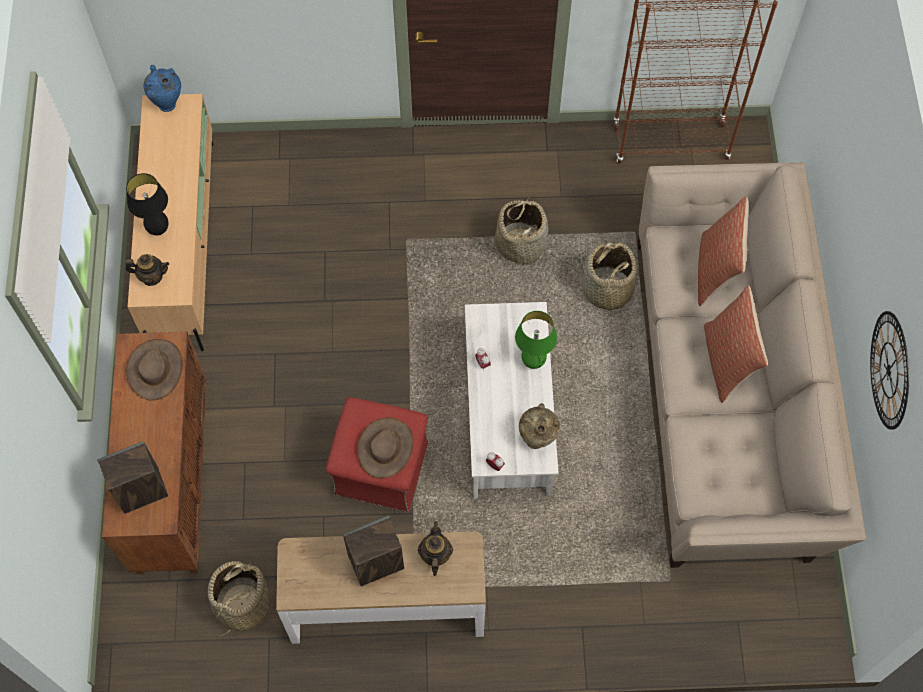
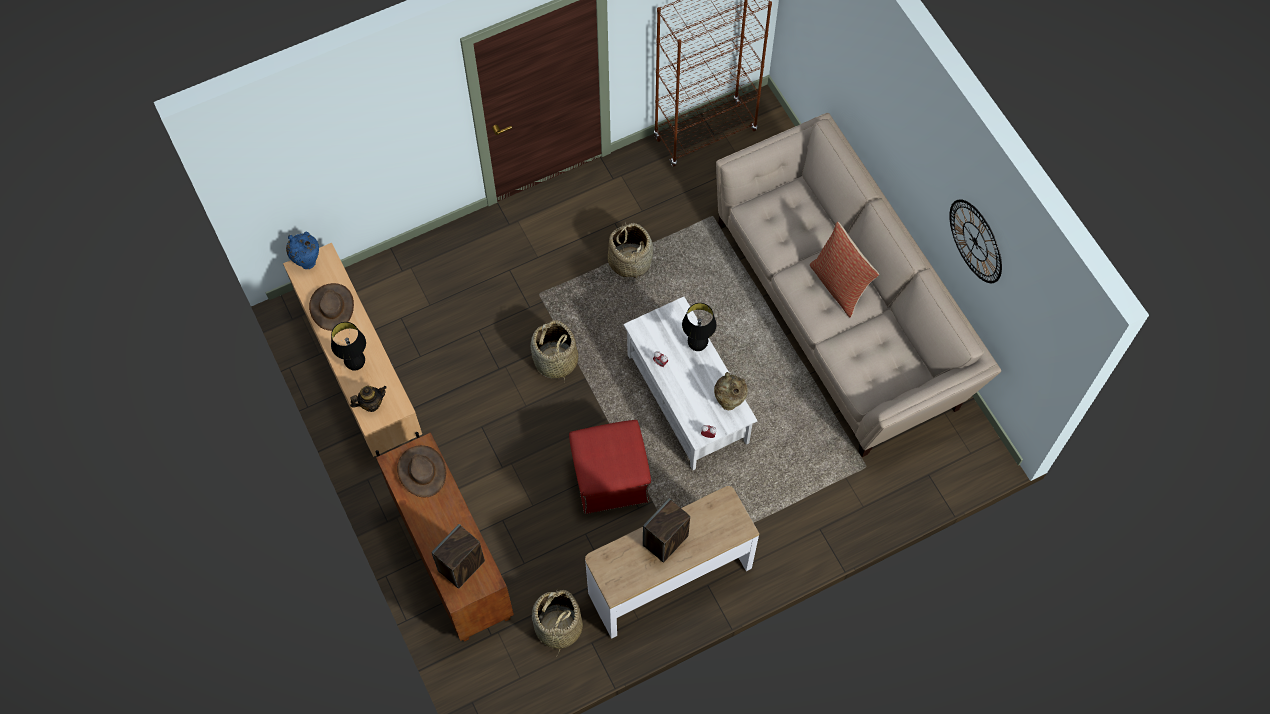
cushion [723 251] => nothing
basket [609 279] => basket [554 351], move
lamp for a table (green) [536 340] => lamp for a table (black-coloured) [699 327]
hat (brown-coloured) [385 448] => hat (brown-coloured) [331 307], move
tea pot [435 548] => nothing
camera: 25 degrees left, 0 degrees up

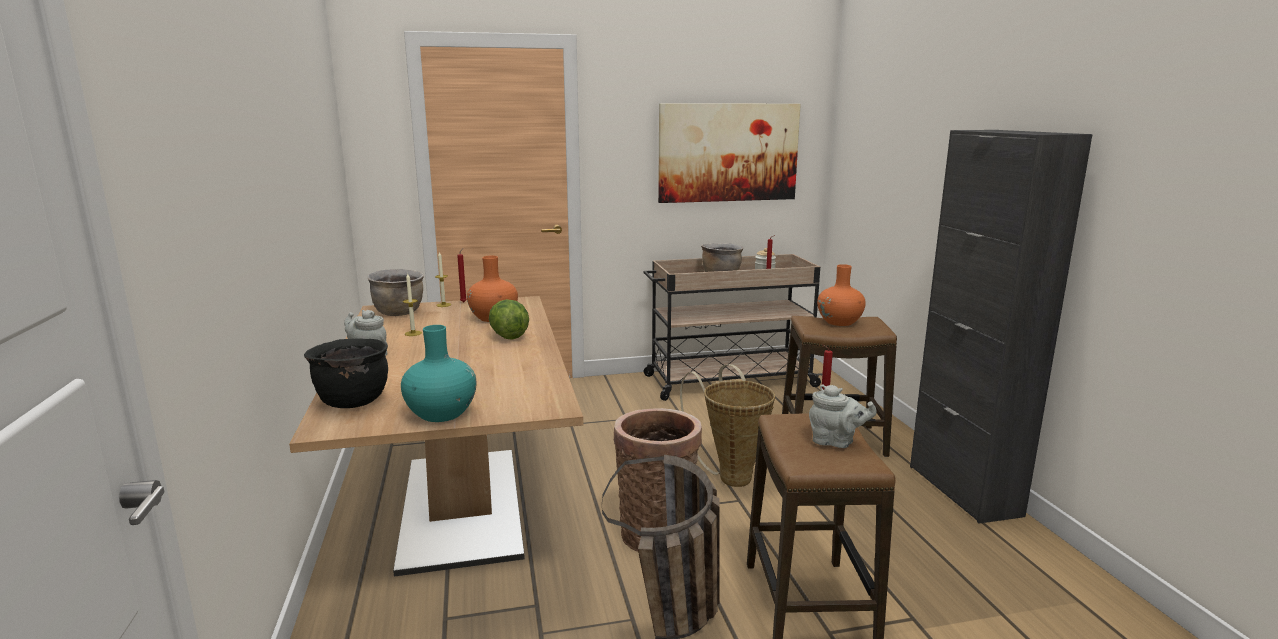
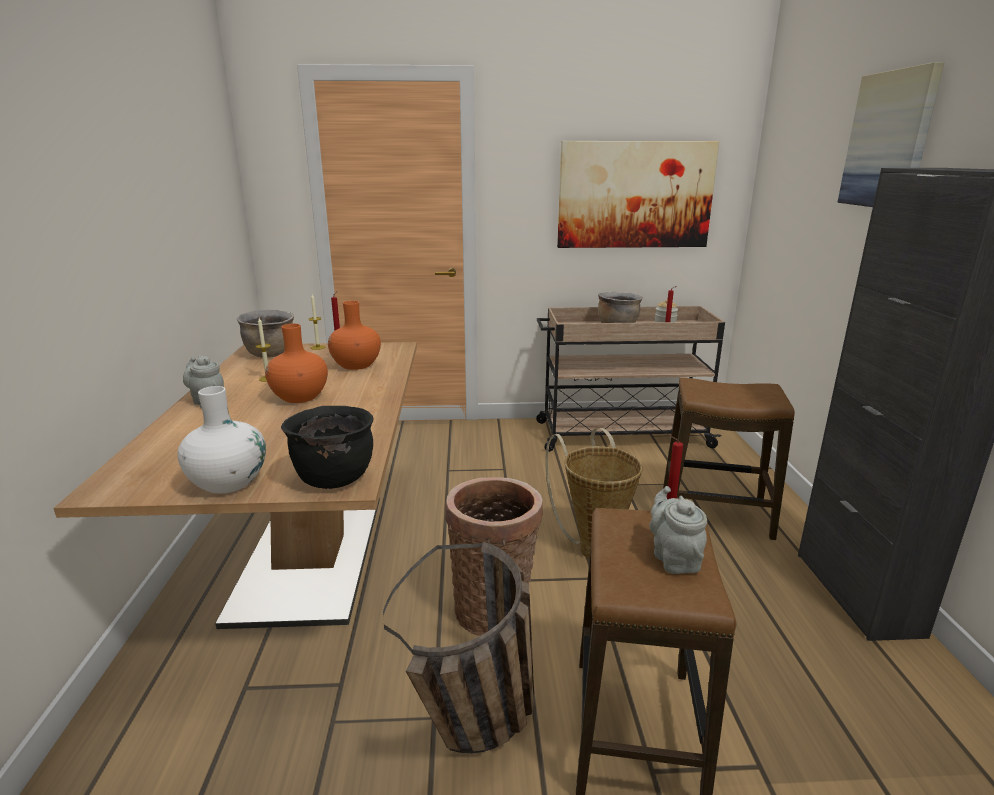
flower vase (orange-coloured) [841 295] => flower vase (orange-coloured) [296 363], move
lettuce [509 319] => nothing
flower vase (turquoise-coloured) [438 373] => flower vase (white-coloured) [222 440]
saucepot (black-coloured) [346 373] => saucepot (black-coloured) [327 447], move
tea pot (grey) [843 416] => tea pot (grey) [678 530], 135 degrees counterclockwise
nothing => wall art [890 134]
camera: 10 degrees right, 5 degrees up

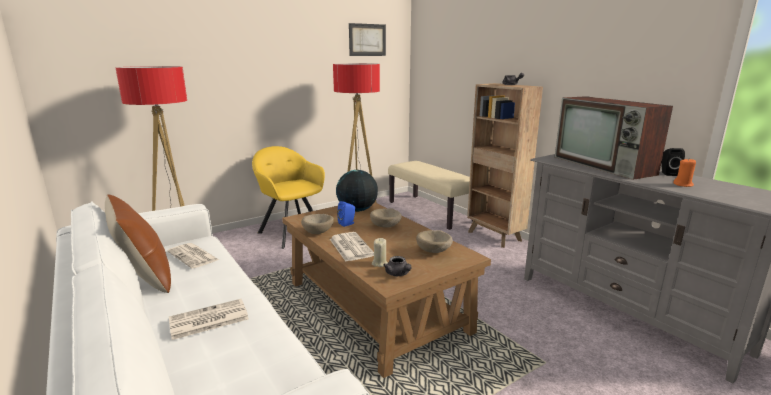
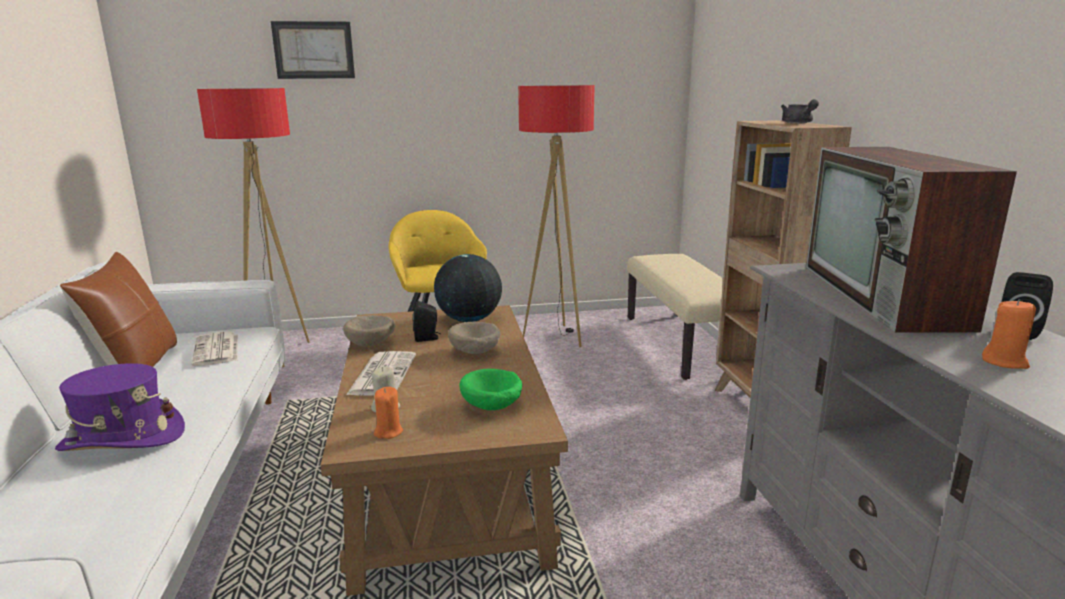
wall art [367 39] => wall art [313 50], move
loudspeaker (bluish) [346 214] => loudspeaker (black-coloured) [427 321]
bowl (beige) [434 241] => bowl (green) [490 389]
tea pot (grey) [397 266] => wax light (orange-coloured) [388 413]
newspaper [209 319] => hat (purple-coloured) [120 407]
camera: 25 degrees right, 0 degrees up

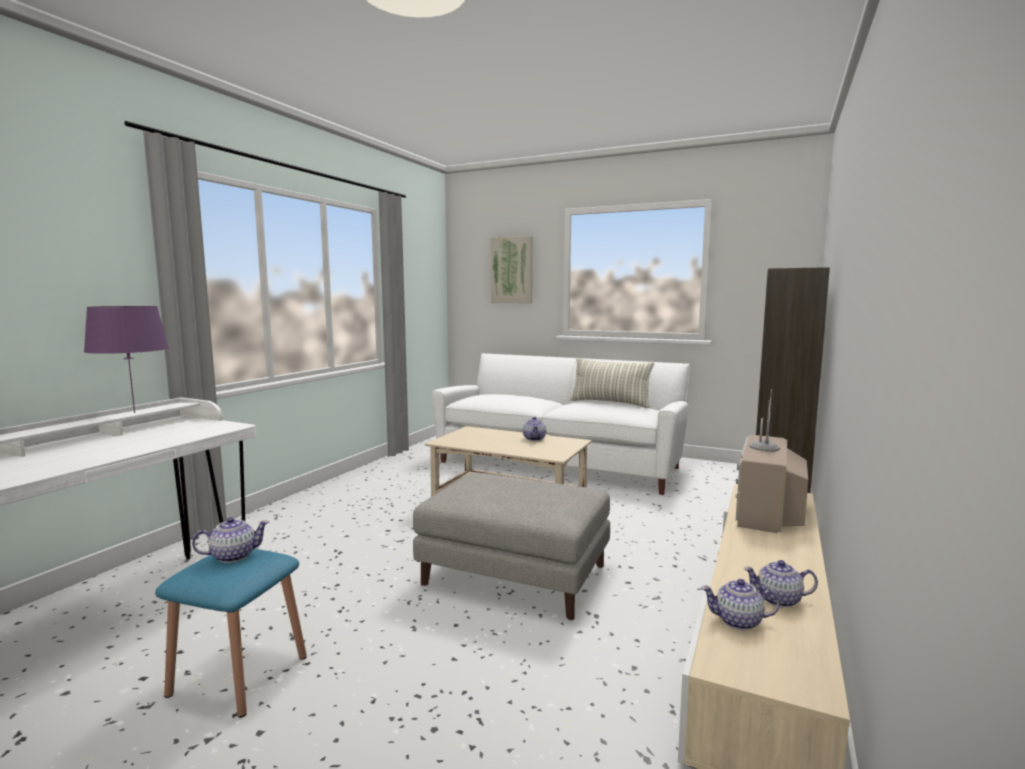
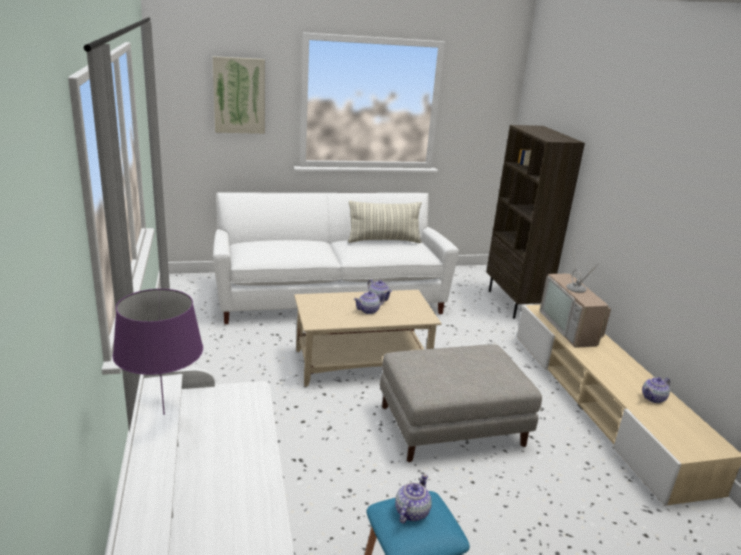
tea pot [740 604] => tea pot [369 302], move
camera: 40 degrees left, 15 degrees up

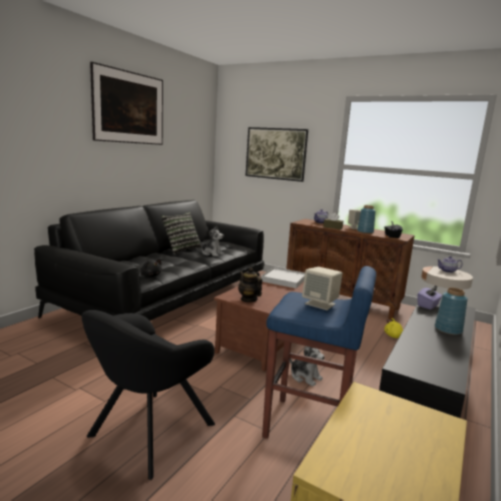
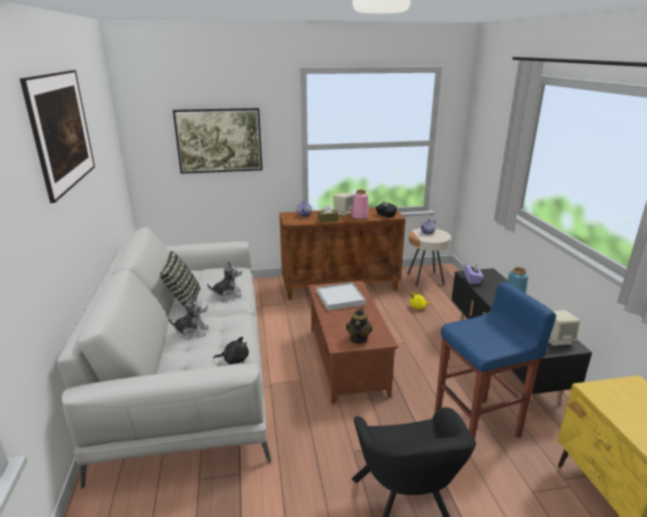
sofa (black-coloured) [149 260] => sofa (white-coloured) [164 358]
flower vase (bluish) [366 219] => flower vase (pink) [360 204]
tea pot [250 284] => tea pot [359 326], 90 degrees clockwise
loudspeaker (beige) [322 288] => loudspeaker (beige) [564 328], move
cuddly toy [307 366] => cuddly toy [188 316], move
camera: 40 degrees left, 10 degrees up

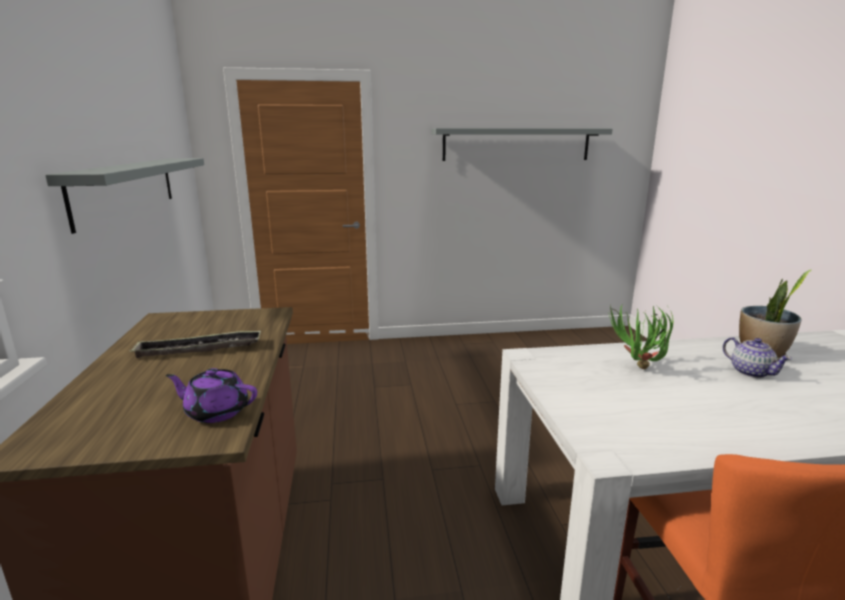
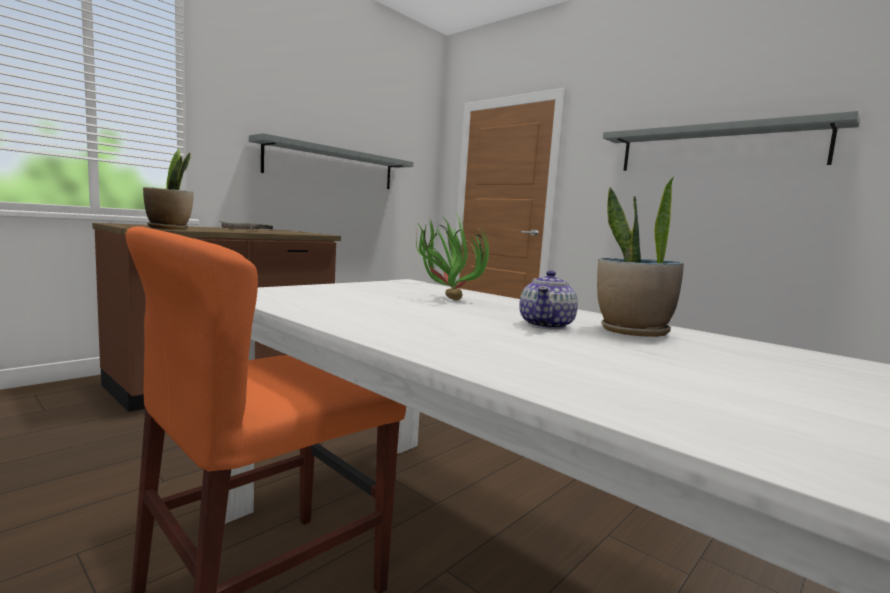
tea pot (purple-coloured) [211 395] => plant in a pot [168 189]
camera: 50 degrees right, 10 degrees down

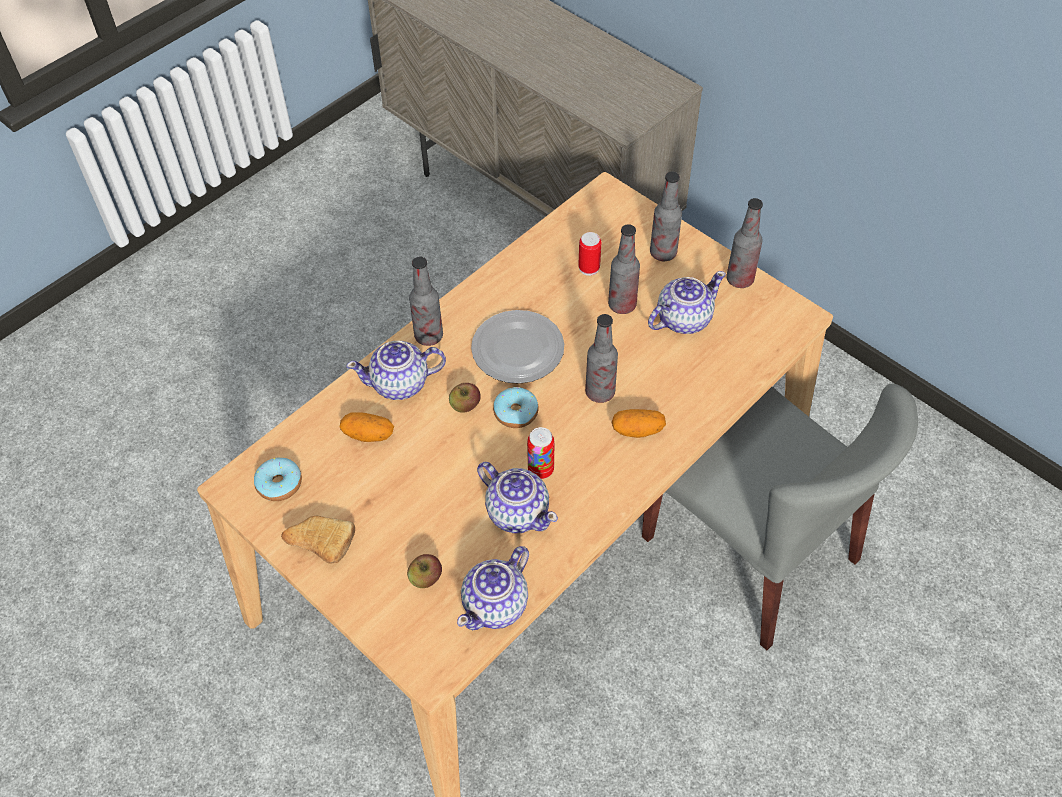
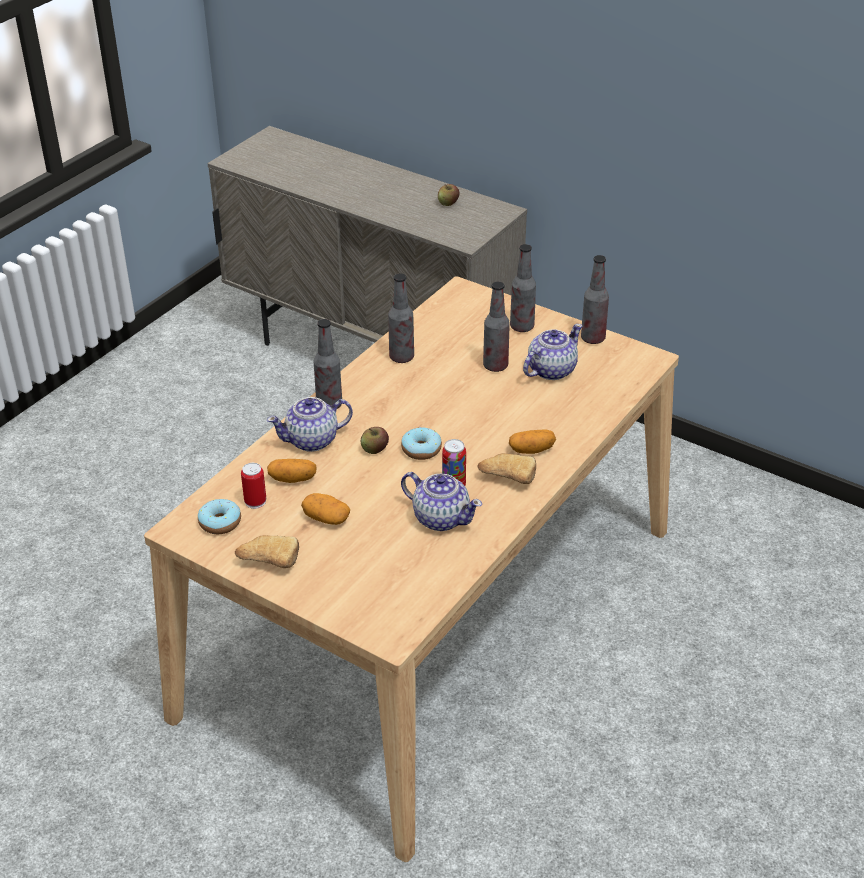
sealed can [589 254] => sealed can [253 486], move
plate [517 347] => nothing
drink bottle [601 358] => drink bottle [401 318], move
upright chair (grey) [780 517] => nothing
tea pot [493 588] => nothing
apple [424 571] => apple [448 195], move
nothing => bakery bread [506 468]
nothing => potato [325 509]
camera: 10 degrees left, 15 degrees down

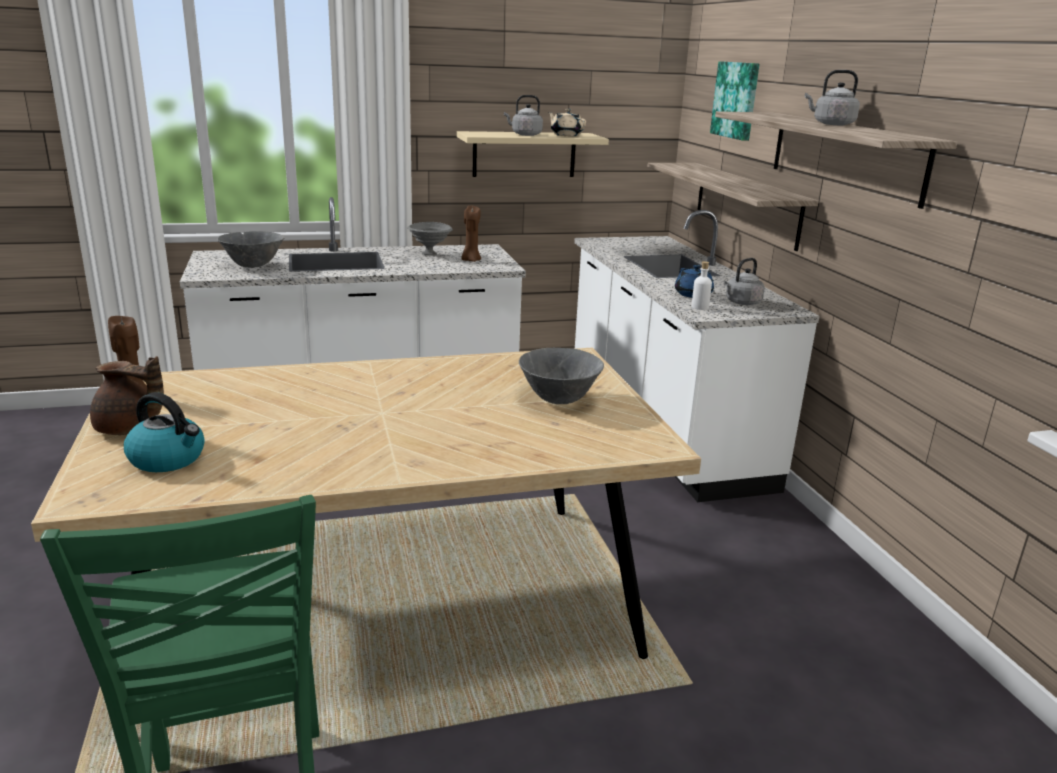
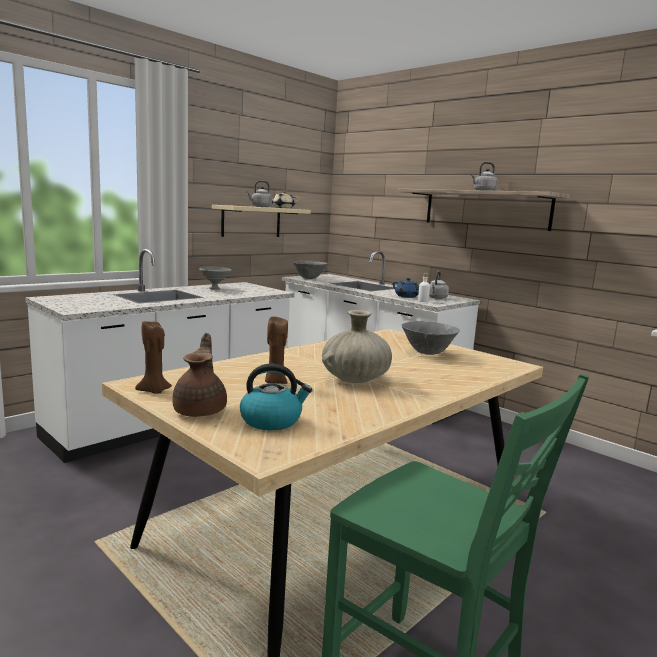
wall art [734 101] => nothing
bracket shelf [733 207] => nothing
wax light (brown-coloured) [471 234] => wax light (brown-coloured) [276 350], move
bowl (grey) [251 249] => bowl (grey) [310 270], move
tea pot (brown-coloured) [127 395] => tea pot (brown-coloured) [199 375], 75 degrees counterclockwise
nothing => flower vase (beige) [357 346]
camera: 30 degrees left, 10 degrees down

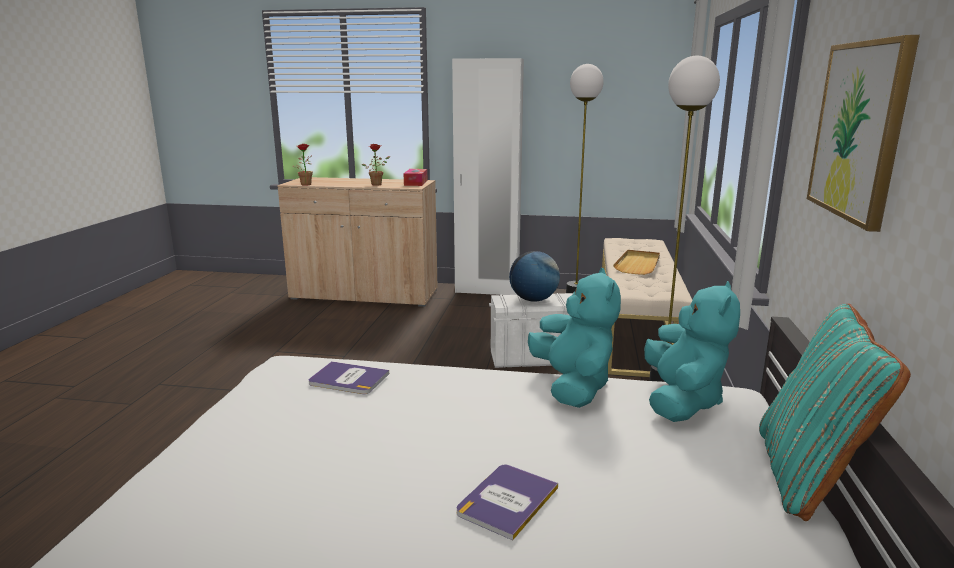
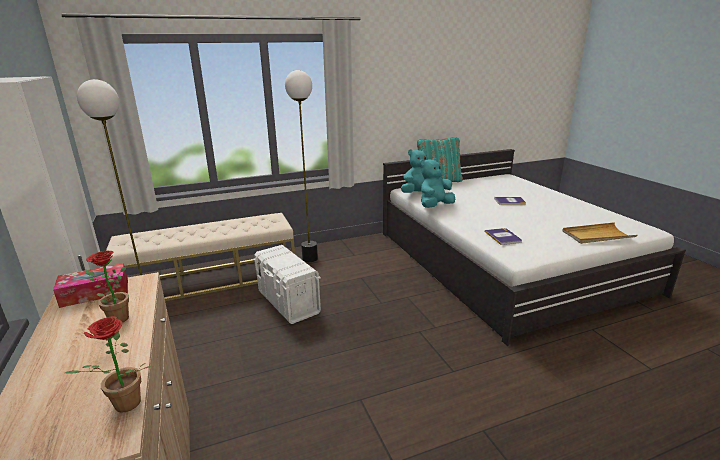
wall art [863 133] => nothing
carrying tray (beige) [636 262] => carrying tray (beige) [600 233], move
world globe [534 276] => nothing
camera: 120 degrees left, 5 degrees up

